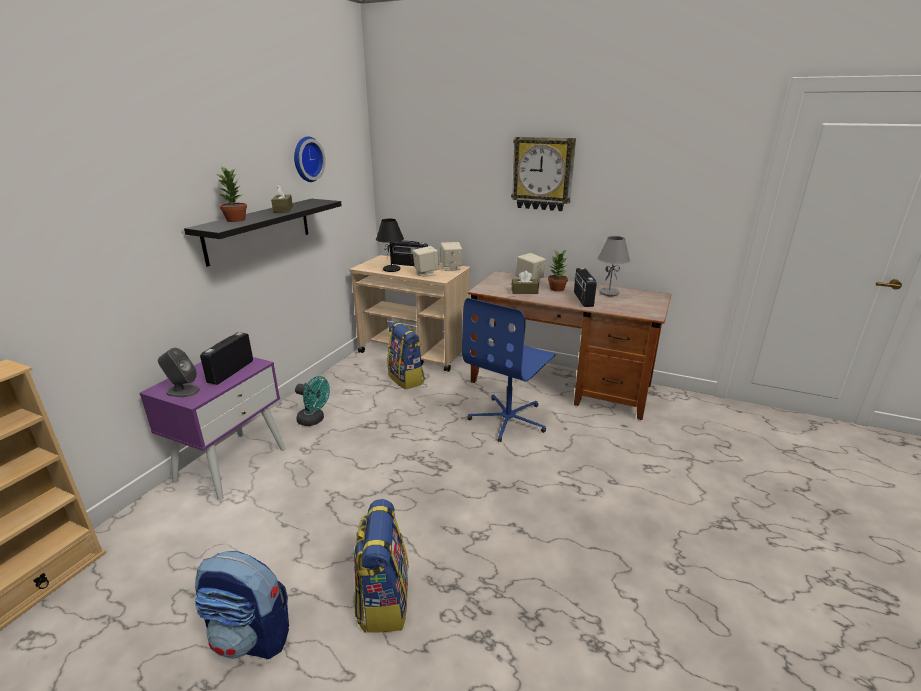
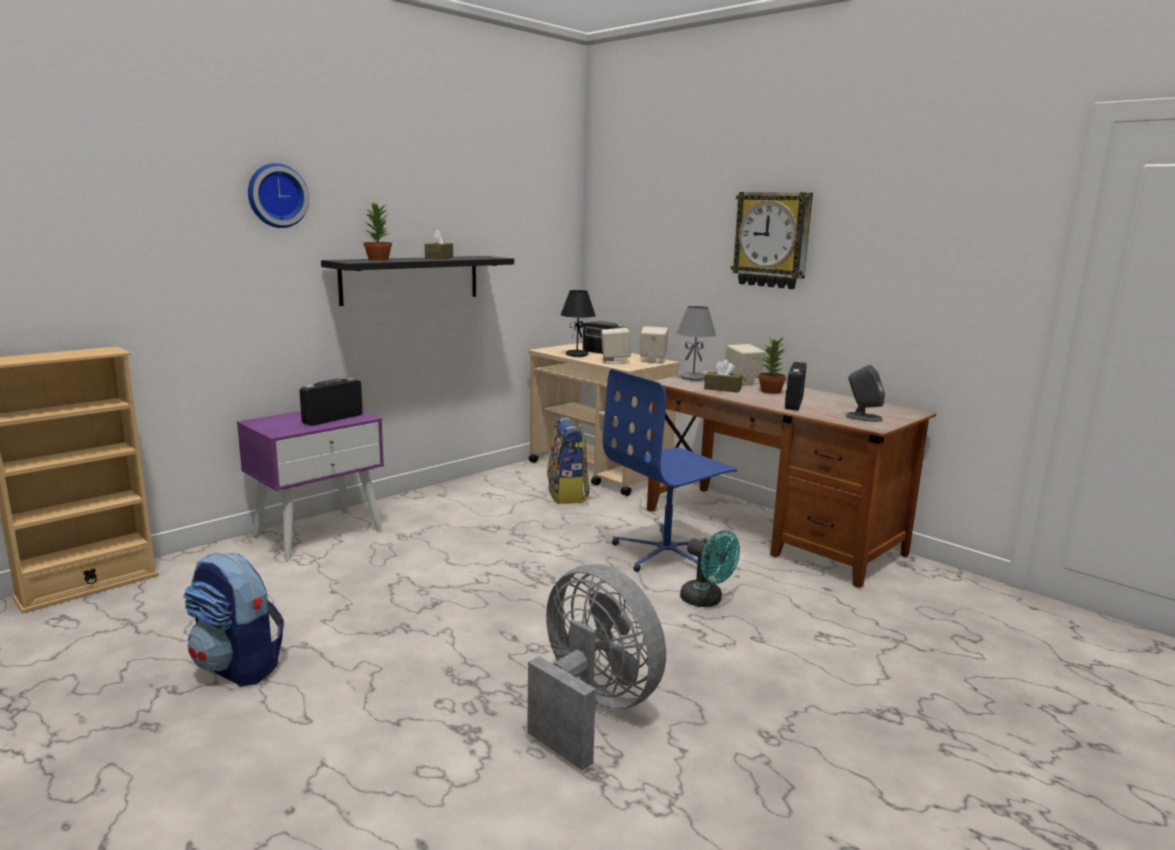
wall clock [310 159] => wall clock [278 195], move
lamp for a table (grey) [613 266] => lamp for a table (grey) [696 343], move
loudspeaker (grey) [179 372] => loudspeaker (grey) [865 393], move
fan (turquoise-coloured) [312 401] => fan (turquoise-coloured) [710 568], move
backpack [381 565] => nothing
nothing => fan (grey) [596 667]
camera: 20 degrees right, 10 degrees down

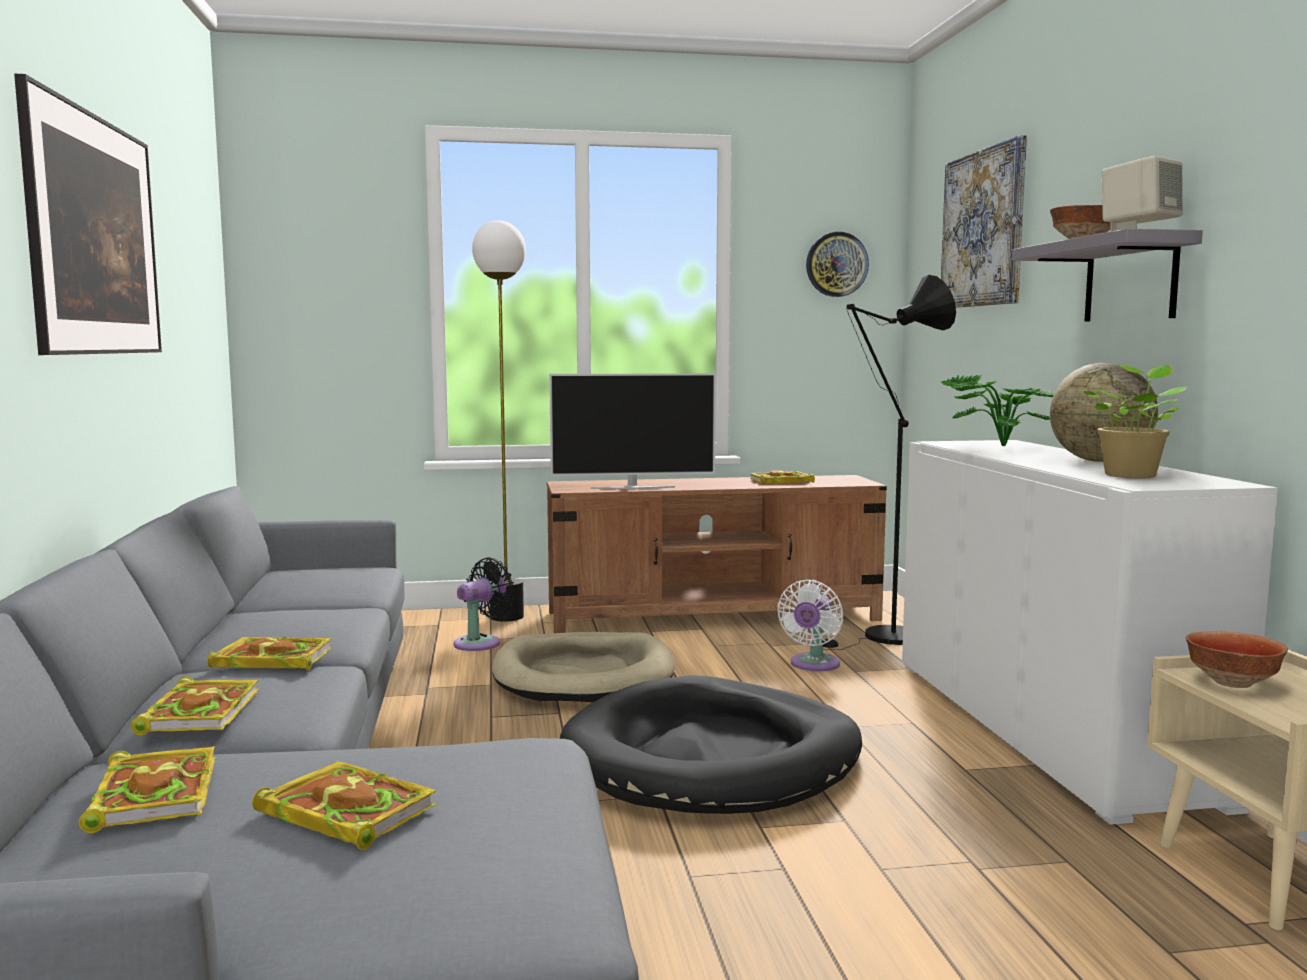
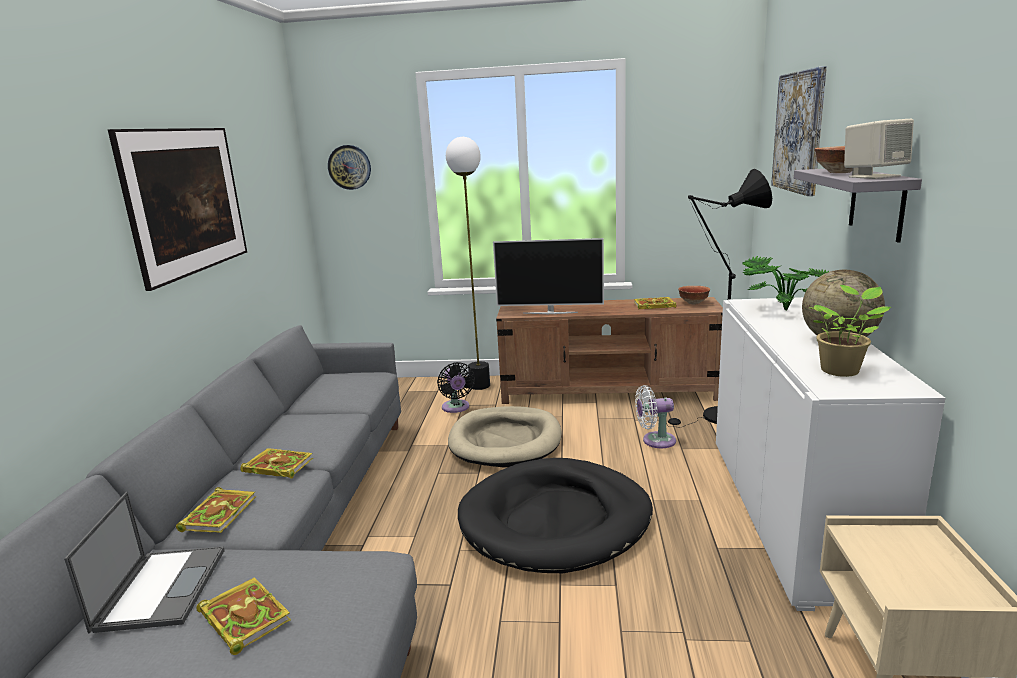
wall clock [837 264] => wall clock [349 167], move
fan (black-coloured) [484 604] => fan (black-coloured) [456 387], 105 degrees clockwise
fan (white-coloured) [810 625] => fan (white-coloured) [655 416], 45 degrees clockwise
bowl [1237 659] => bowl [694 295], move
bound book [147 789] => laptop [144 562]
camera: 15 degrees right, 10 degrees up

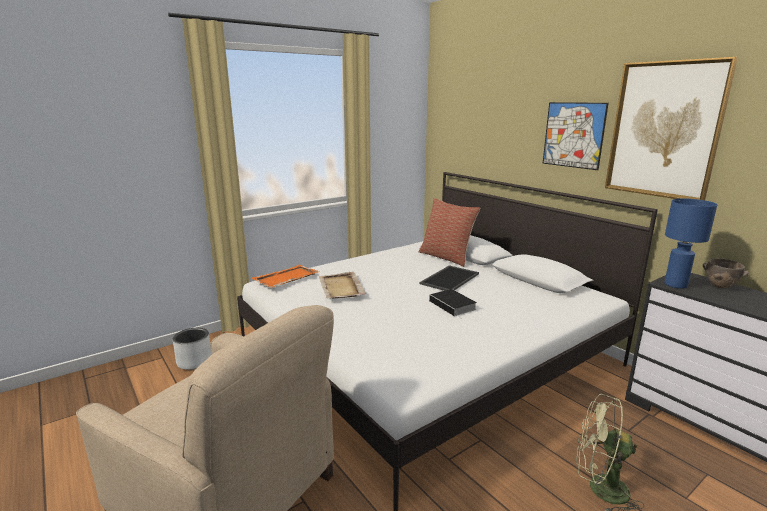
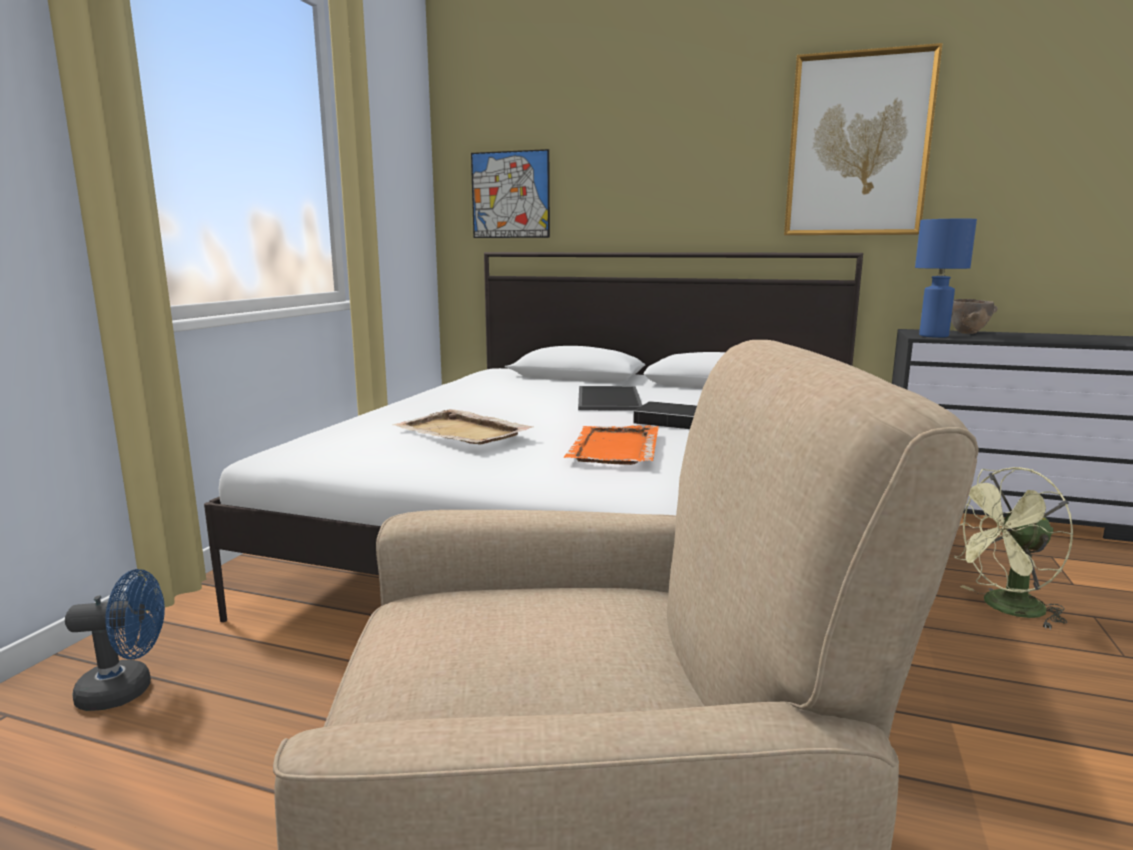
wall art [576 136] => wall art [510 193], move
cushion [449 232] => nothing
carrying tray (orange-coloured) [285 276] => carrying tray (orange-coloured) [611 445], move
flower pot (grey) [192 349] => fan (bluish) [115 640]
camera: 35 degrees left, 5 degrees down

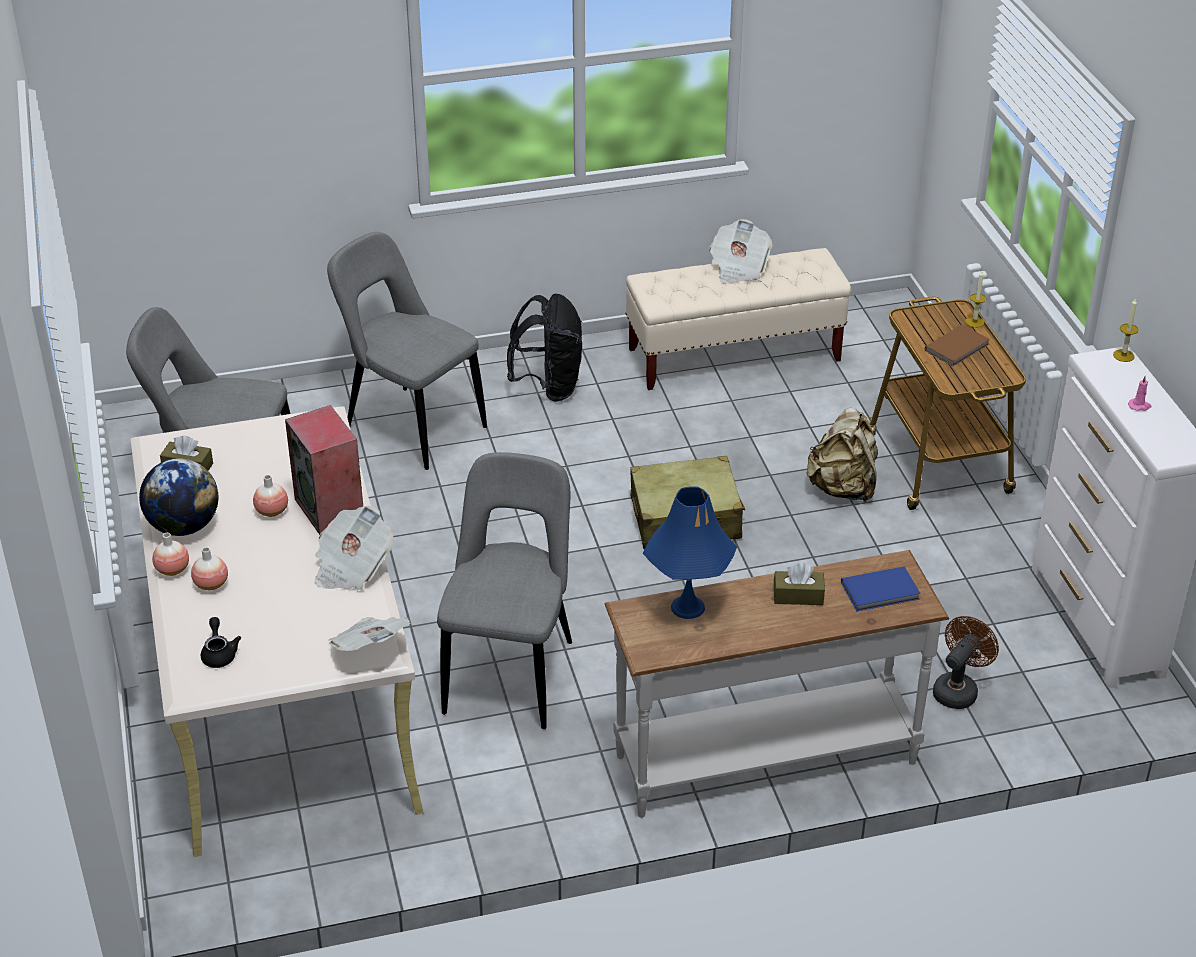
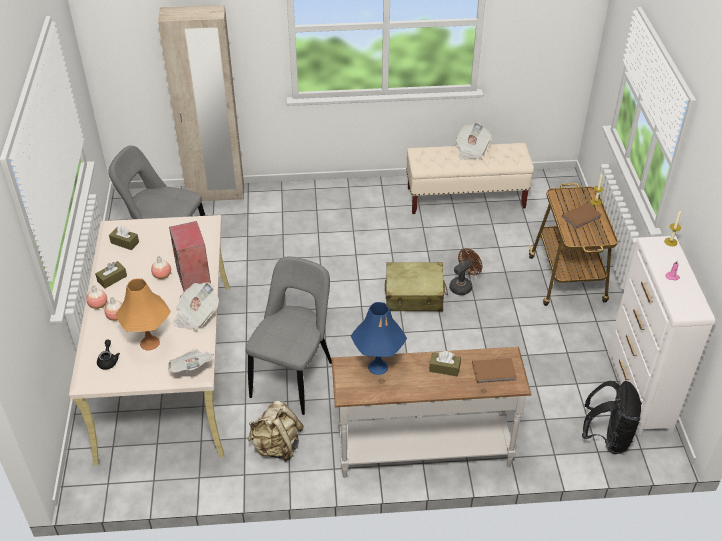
upright chair (grey) [407 351] => nothing
backpack (black-coloured) [544 347] => backpack (black-coloured) [612 417], move
backpack (beige) [842 455] => backpack (beige) [276 431], move
world globe [179 497] => tissue holder (brown-coloured) [111 274]
bound book (bluish) [881 589] => bound book (brown-coloured) [494 370]
fan (brown-coloured) [966 662] => fan (brown-coloured) [466 271], move
nothing => clothes cupboard (beige) [201 103]
nothing => lamp for a table (orange-coloured) [143 314]
camera: 10 degrees right, 5 degrees up

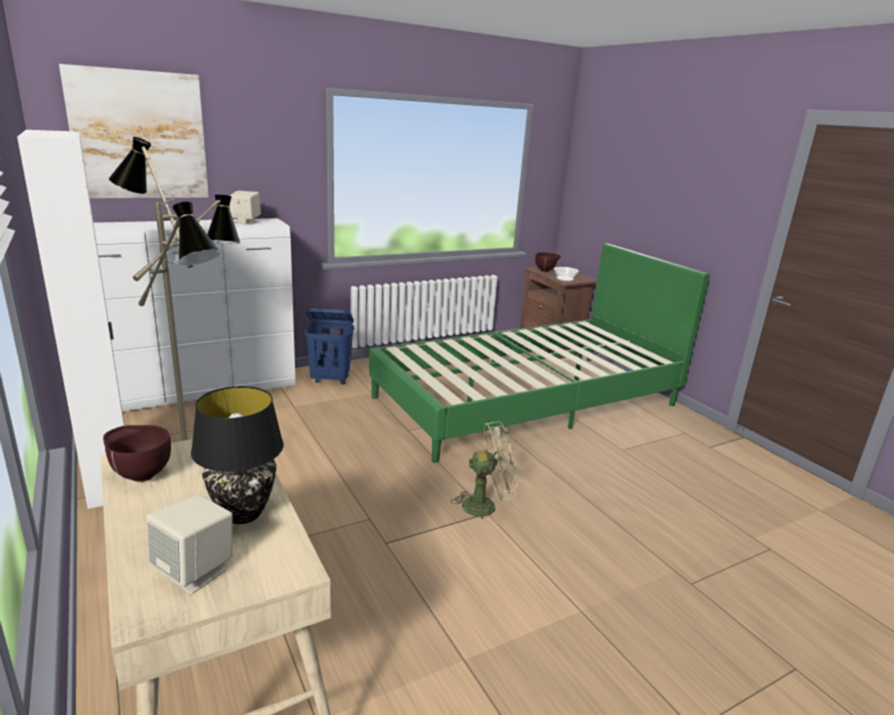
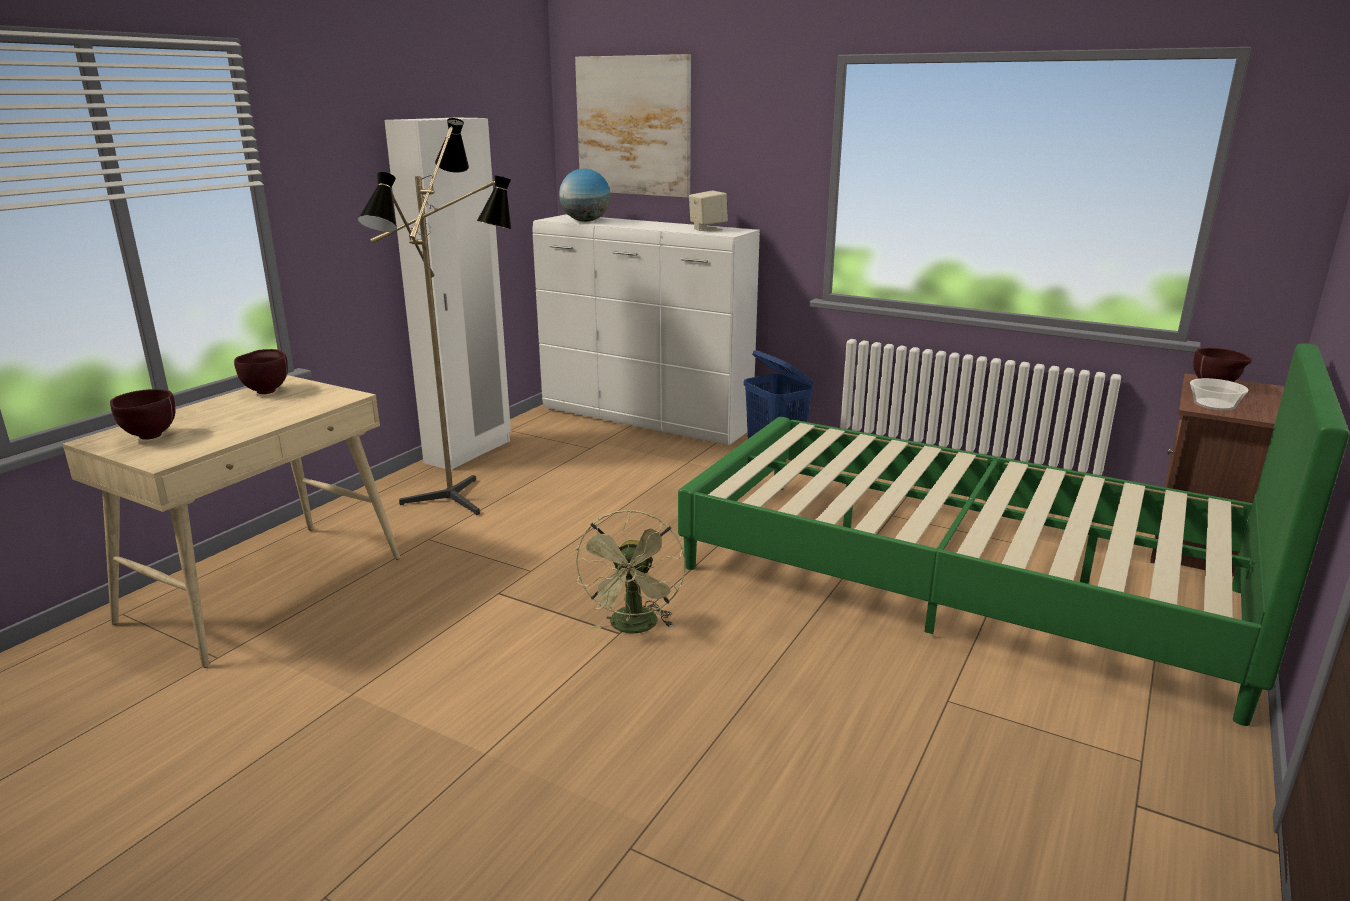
lamp for a table (black-coloured) [237 455] => nothing
fan (green) [484 473] => fan (green) [630 571], 45 degrees clockwise
loudspeaker (beige) [189 544] => bowl (brown-coloured) [142 414]
nothing => world globe [584 195]
camera: 60 degrees right, 0 degrees up

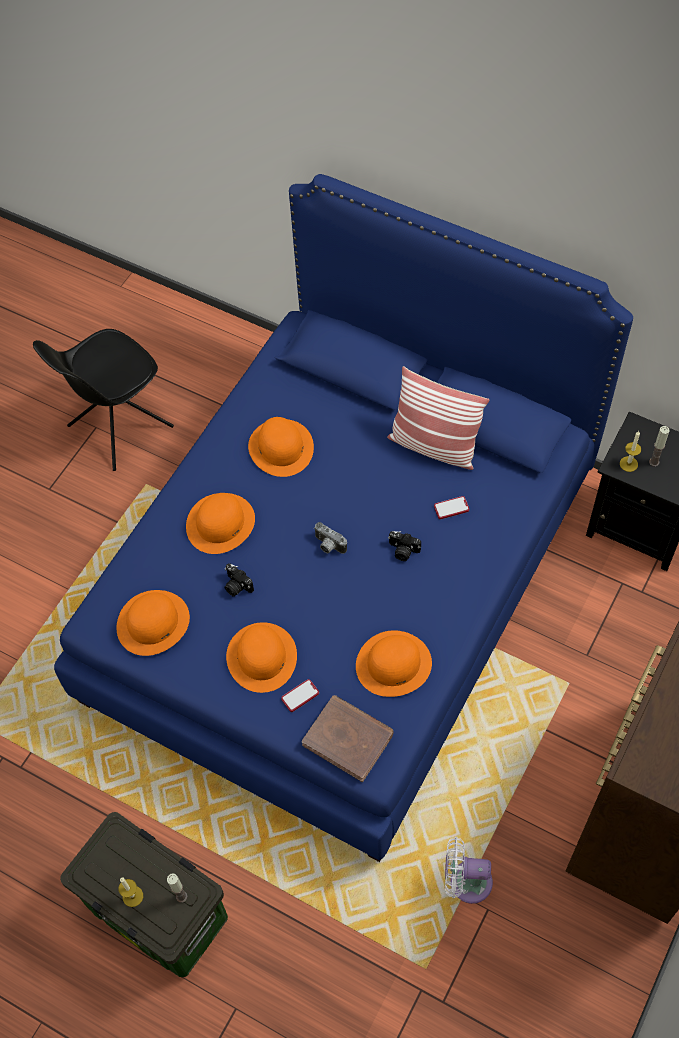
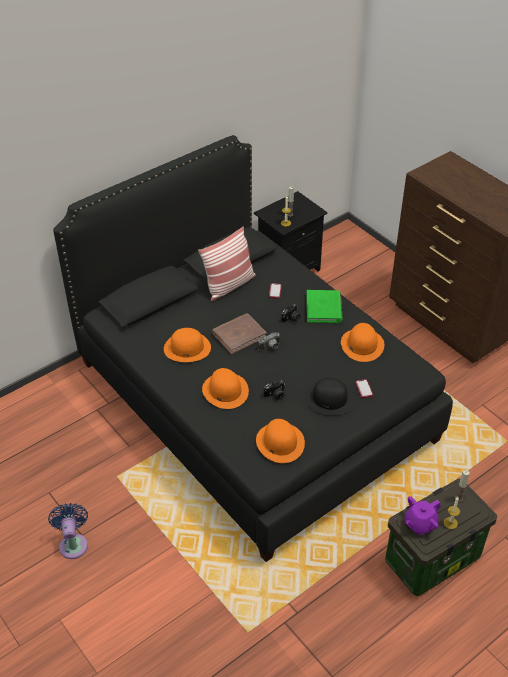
bedroom bed (bluish) [343 518] => bedroom bed (black-coloured) [253 348]
upright chair (black-coloured) [103 400] => nothing
hat (orange-coloured) [261 657] => hat (black-coloured) [330 396]
bound book (brown-coloured) [348 738] => bound book (brown-coloured) [239 333], move
fan (white-coloured) [469 870] => nothing
nothing => bound book (green) [325 306]
nothing => tea pot (purple-coloured) [423 515]
nothing => fan (bluish) [68 531]
camera: 70 degrees left, 15 degrees down

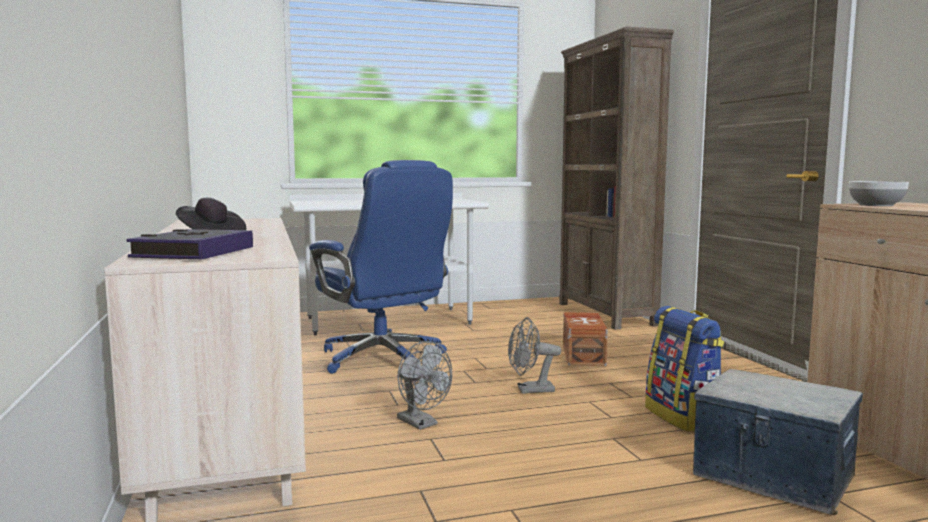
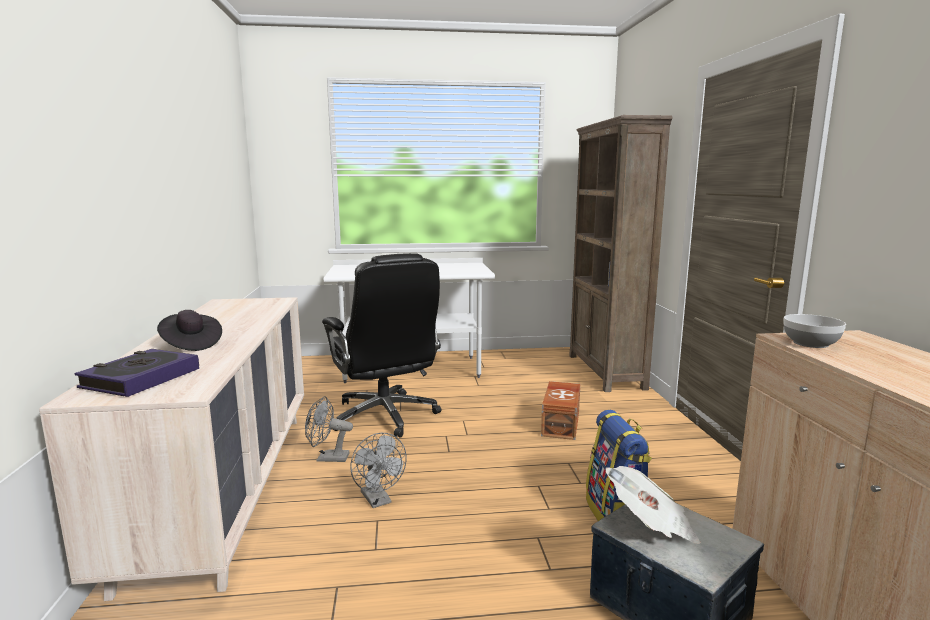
computer chair (bluish) [381 267] => computer chair (black-coloured) [382 345]
fan (grey) [534 355] => fan (grey) [329 429], move
nothing => newspaper [653 505]
camera: 10 degrees right, 5 degrees up

